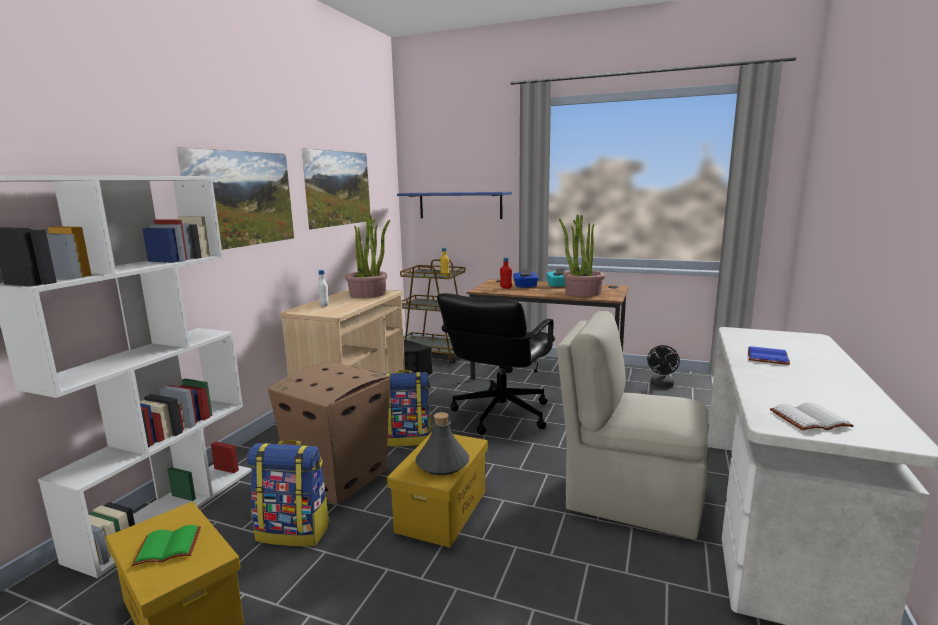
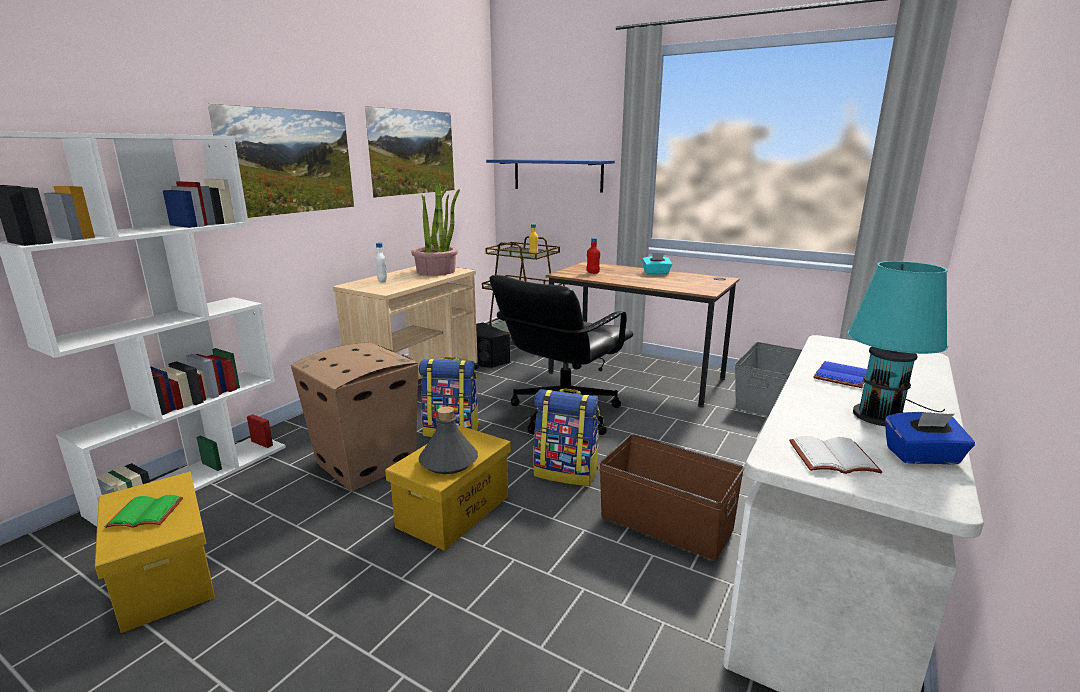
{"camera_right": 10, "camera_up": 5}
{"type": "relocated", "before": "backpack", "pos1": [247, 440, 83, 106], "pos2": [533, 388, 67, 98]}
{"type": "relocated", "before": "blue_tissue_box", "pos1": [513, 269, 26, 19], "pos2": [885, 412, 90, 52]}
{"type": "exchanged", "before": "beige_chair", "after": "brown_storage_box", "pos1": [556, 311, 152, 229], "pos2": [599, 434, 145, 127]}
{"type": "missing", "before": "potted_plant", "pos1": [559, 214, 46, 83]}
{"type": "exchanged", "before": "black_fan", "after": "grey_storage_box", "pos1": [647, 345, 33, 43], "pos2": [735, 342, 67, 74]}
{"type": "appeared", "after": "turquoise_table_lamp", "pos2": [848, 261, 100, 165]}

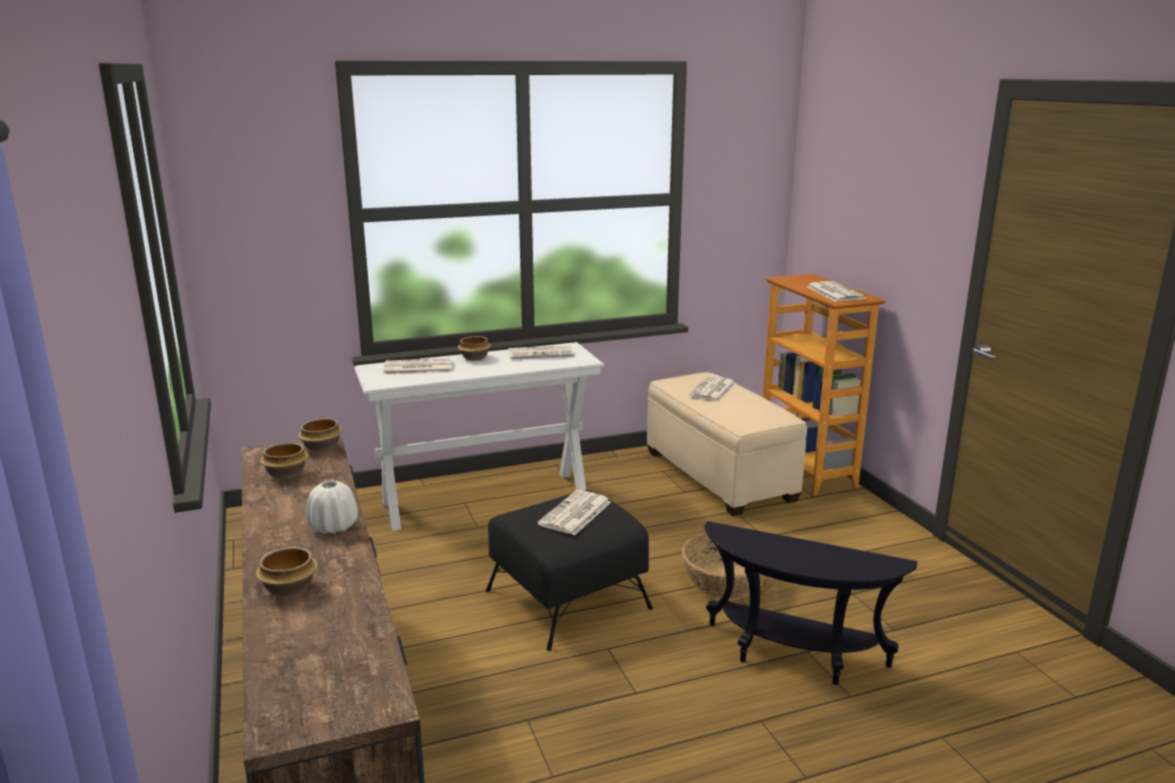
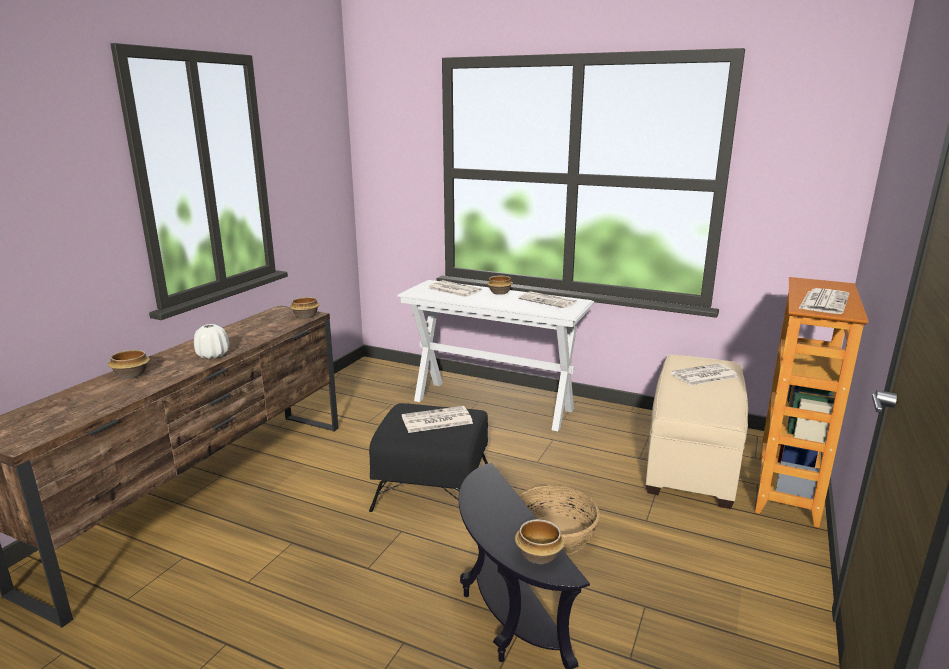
{"camera_right": 45, "camera_up": 0}
{"type": "relocated", "before": "bowl", "pos1": [260, 443, 49, 36], "pos2": [515, 519, 50, 45]}

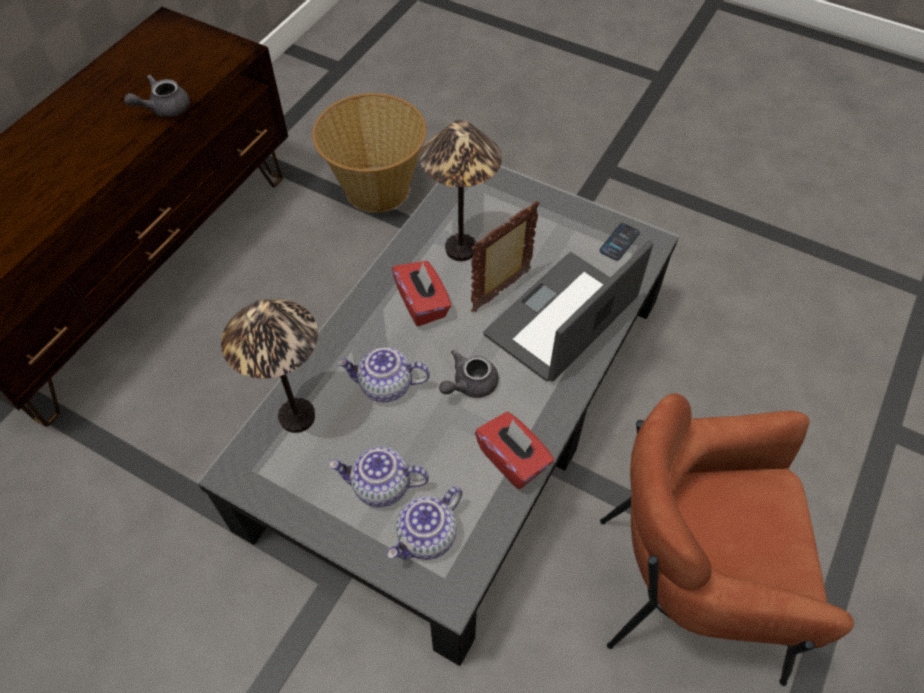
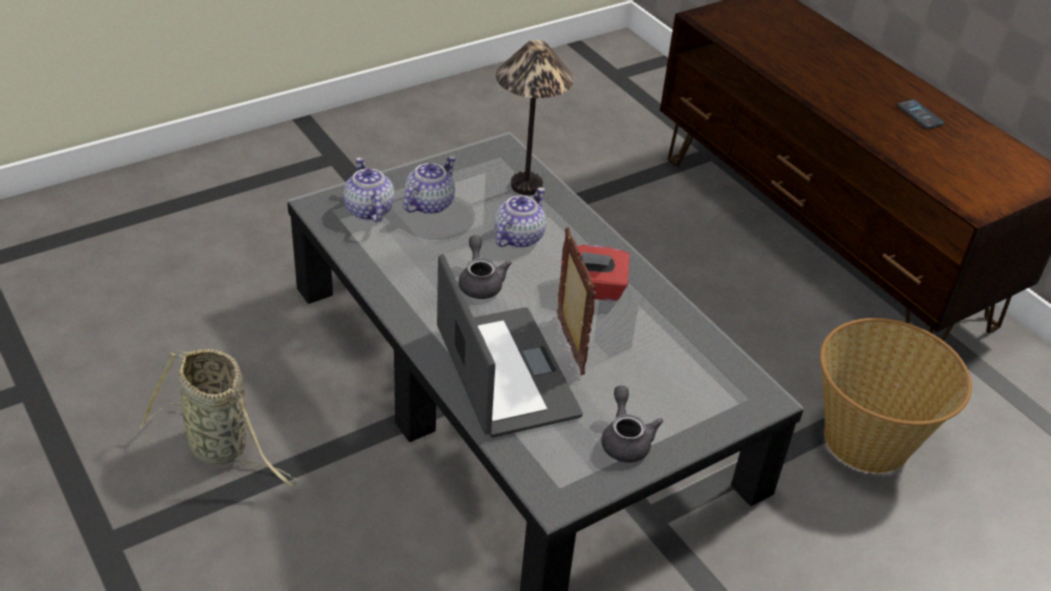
{"camera_right": 115, "camera_up": -15}
{"type": "relocated", "before": "grey_teapot", "pos1": [124, 75, 66, 42], "pos2": [601, 386, 62, 77]}
{"type": "missing", "before": "table_lamp", "pos1": [420, 120, 82, 141]}
{"type": "missing", "before": "red_tissue_box", "pos1": [475, 412, 79, 77]}
{"type": "relocated", "before": "phone", "pos1": [599, 223, 41, 38], "pos2": [898, 99, 46, 30]}
{"type": "exchanged", "before": "brown_armchair", "after": "basket", "pos1": [600, 393, 254, 293], "pos2": [140, 349, 157, 138]}

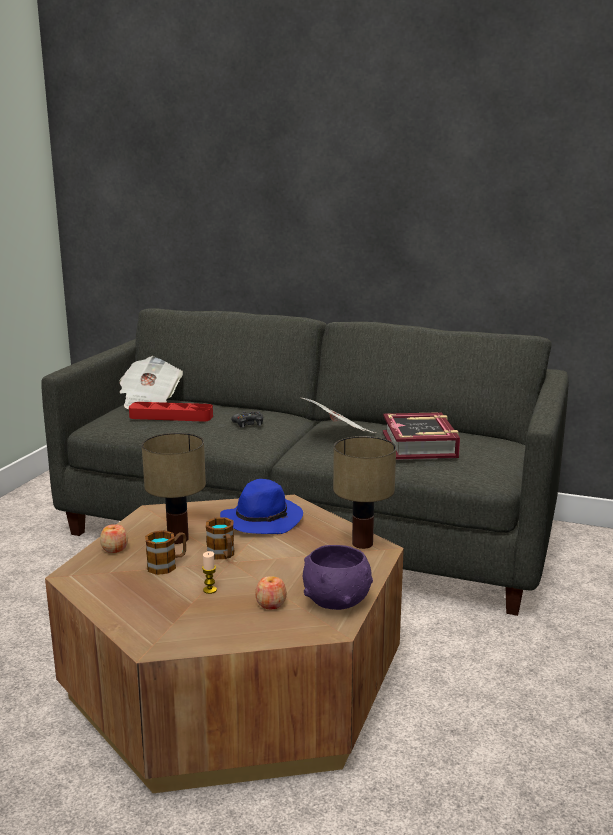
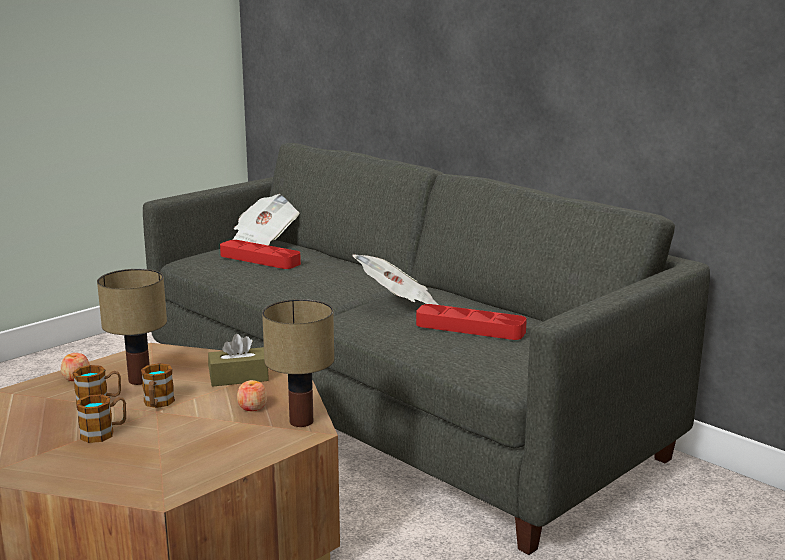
{"camera_right": 25, "camera_up": 0}
{"type": "exchanged", "before": "candle", "after": "mug", "pos1": [202, 551, 15, 43], "pos2": [76, 394, 50, 49]}
{"type": "exchanged", "before": "blue_hat", "after": "brown_tissue_box", "pos1": [220, 479, 83, 55], "pos2": [208, 334, 61, 53]}
{"type": "missing", "before": "black_game_controller", "pos1": [231, 411, 32, 17]}
{"type": "relocated", "before": "apple", "pos1": [255, 576, 32, 33], "pos2": [237, 380, 30, 31]}
{"type": "missing", "before": "purple_bowl", "pos1": [303, 545, 70, 65]}
{"type": "exchanged", "before": "book", "after": "red_tray", "pos1": [383, 412, 77, 48], "pos2": [416, 304, 111, 36]}

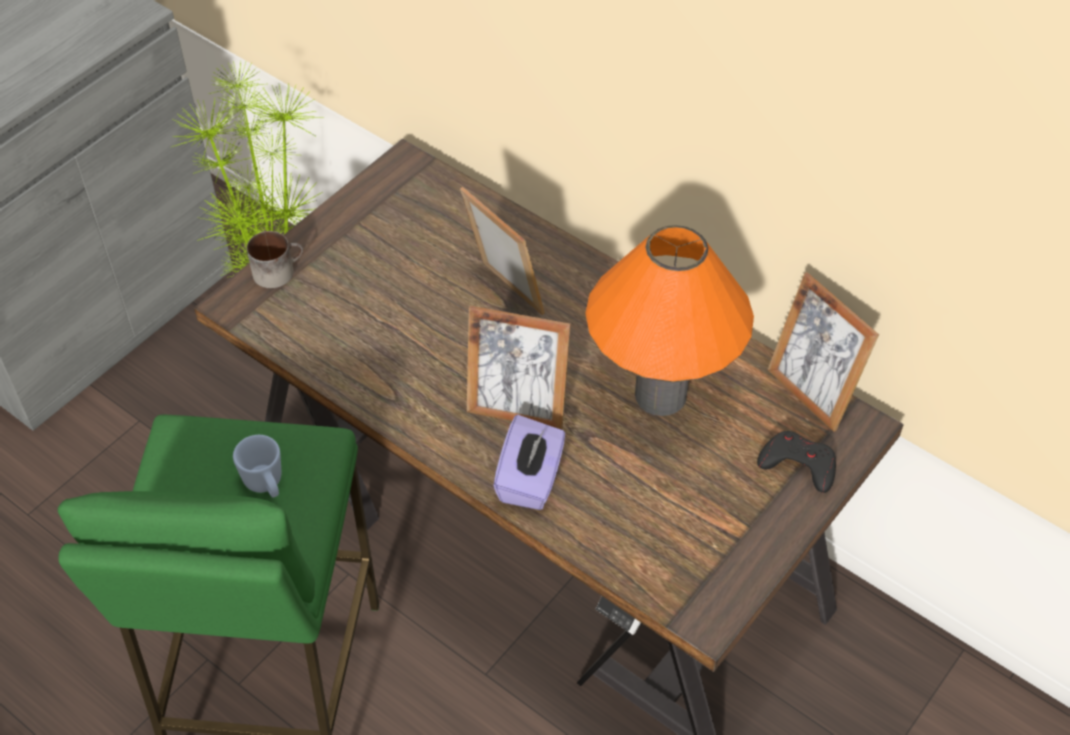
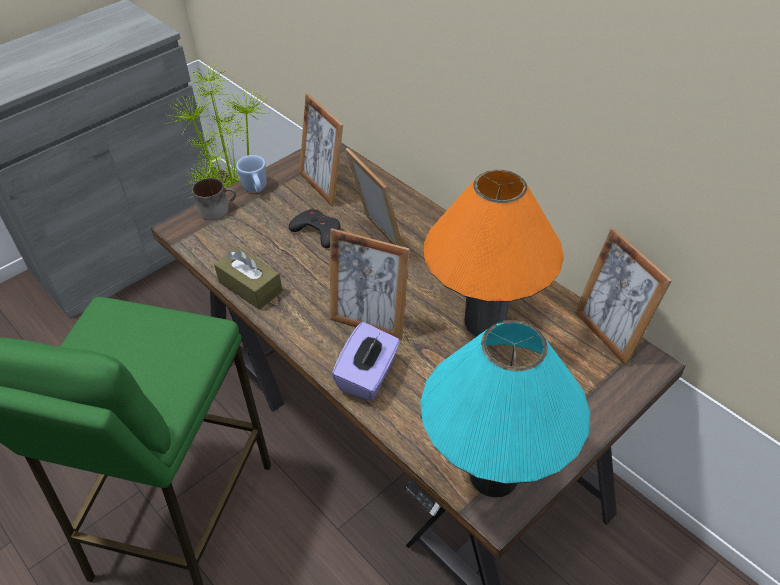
{"camera_right": 10, "camera_up": -5}
{"type": "relocated", "before": "blue_mug", "pos1": [233, 435, 48, 63], "pos2": [236, 155, 30, 37]}
{"type": "relocated", "before": "black_game_controller", "pos1": [757, 431, 79, 62], "pos2": [289, 209, 51, 39]}
{"type": "appeared", "after": "brown_tissue_box", "pos2": [214, 247, 69, 63]}
{"type": "appeared", "after": "picture_frame", "pos2": [299, 93, 44, 113]}
{"type": "appeared", "after": "turquoise_table_lamp", "pos2": [420, 320, 170, 178]}

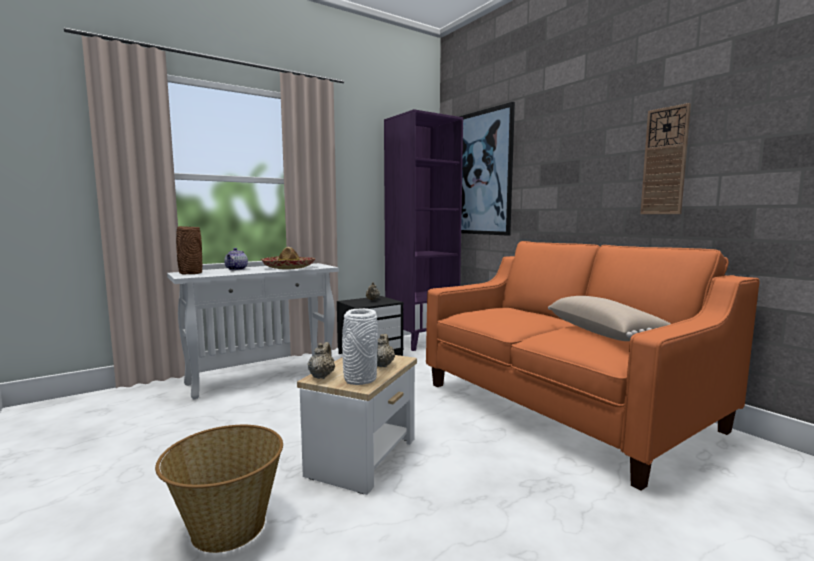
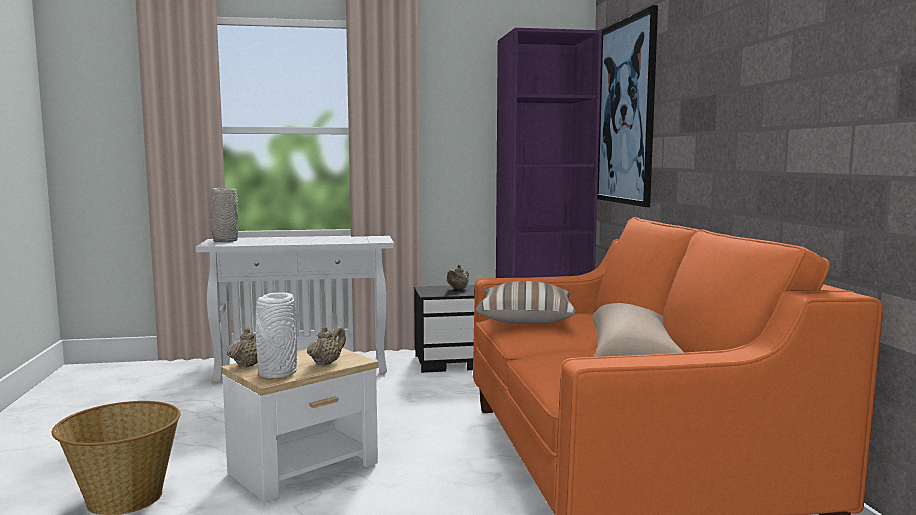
{"camera_right": 25, "camera_up": 0}
{"type": "colour", "before": "brown_vase", "after": "grey_vase", "pos1": [176, 226, 27, 49], "pos2": [211, 188, 27, 54]}
{"type": "missing", "before": "teapot", "pos1": [224, 248, 24, 22]}
{"type": "missing", "before": "hat", "pos1": [261, 247, 54, 22]}
{"type": "missing", "before": "wall_clock", "pos1": [640, 103, 51, 111]}
{"type": "appeared", "after": "pillow", "pos2": [475, 281, 101, 43]}

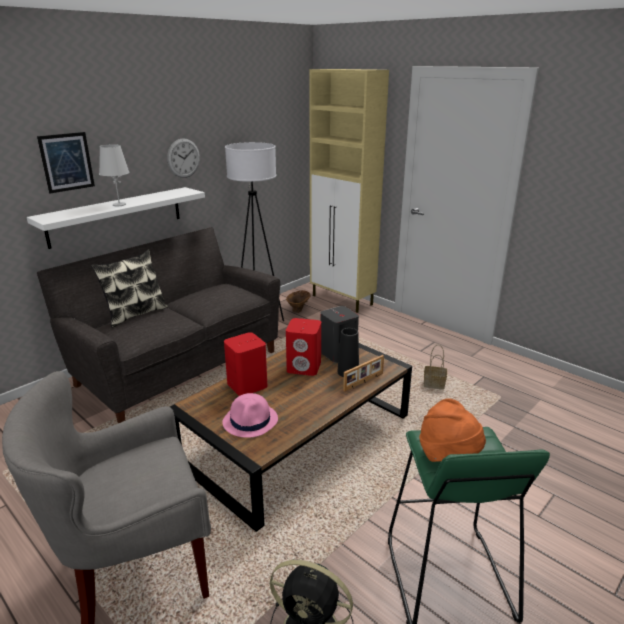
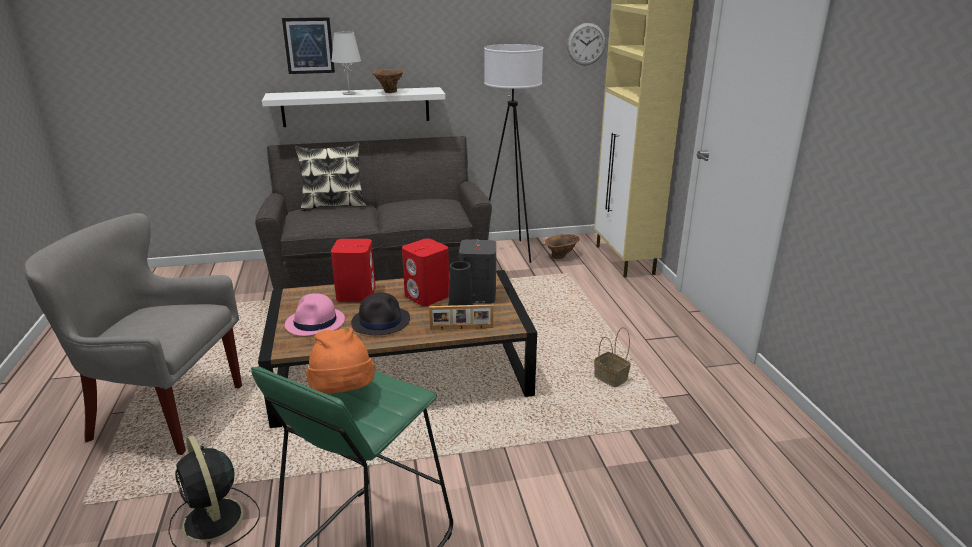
{"camera_right": 35, "camera_up": 0}
{"type": "relocated", "before": "wall_clock", "pos1": [167, 139, 33, 39], "pos2": [567, 23, 39, 42]}
{"type": "appeared", "after": "black_hat", "pos2": [351, 292, 59, 43]}
{"type": "appeared", "after": "brown_vase", "pos2": [372, 69, 32, 24]}

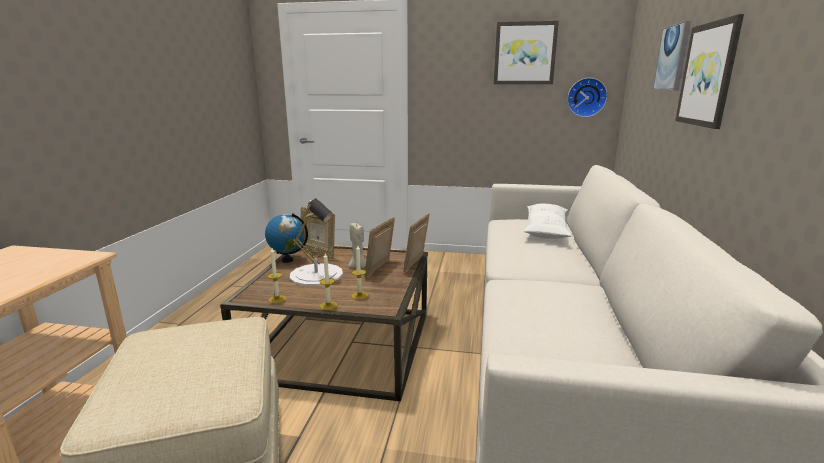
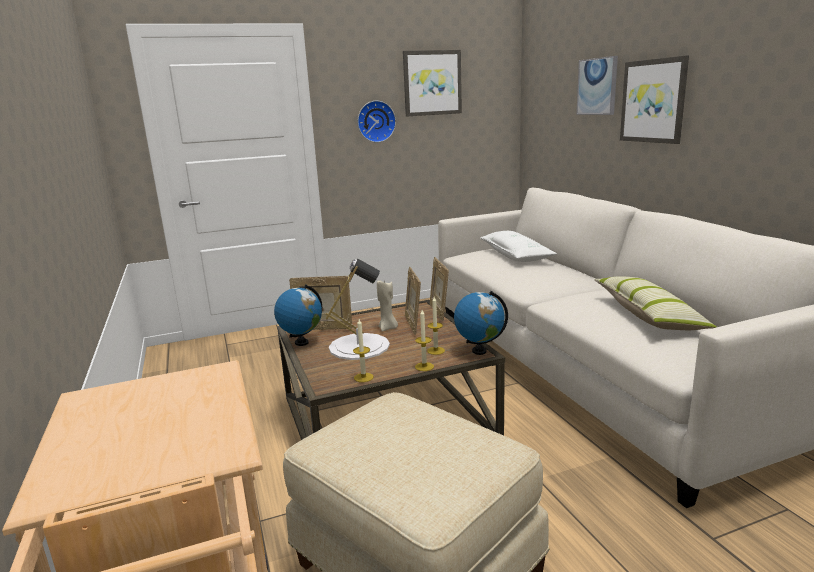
{"camera_right": -30, "camera_up": 0}
{"type": "relocated", "before": "wall_clock", "pos1": [567, 78, 40, 39], "pos2": [357, 100, 39, 43]}
{"type": "appeared", "after": "globe", "pos2": [454, 291, 54, 64]}
{"type": "appeared", "after": "pillow", "pos2": [594, 276, 122, 54]}

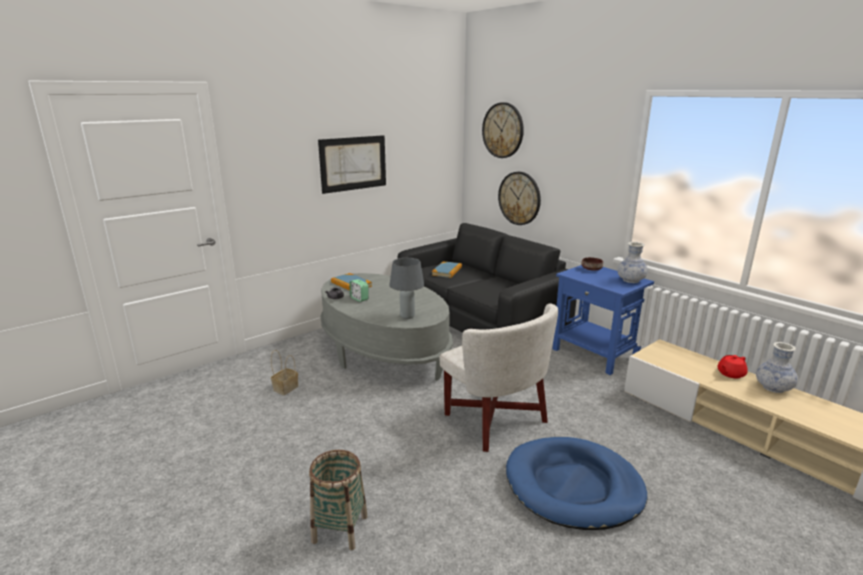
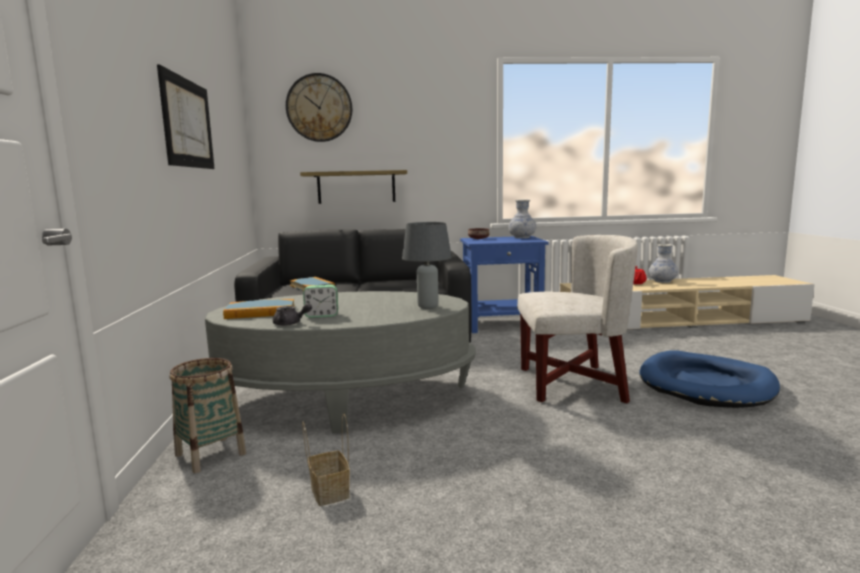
{"camera_right": -55, "camera_up": -10}
{"type": "relocated", "before": "basket", "pos1": [309, 450, 59, 100], "pos2": [169, 358, 77, 115]}
{"type": "exchanged", "before": "wall_clock", "after": "shelf", "pos1": [498, 172, 43, 53], "pos2": [300, 170, 107, 34]}

